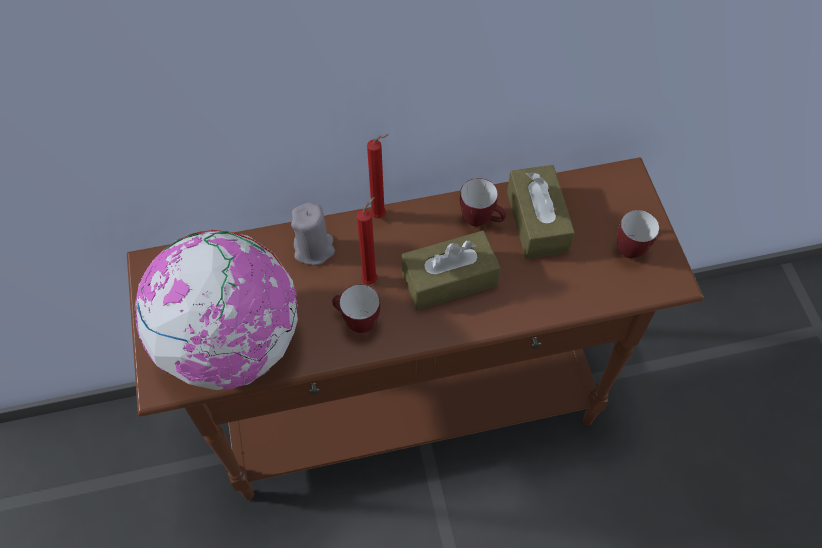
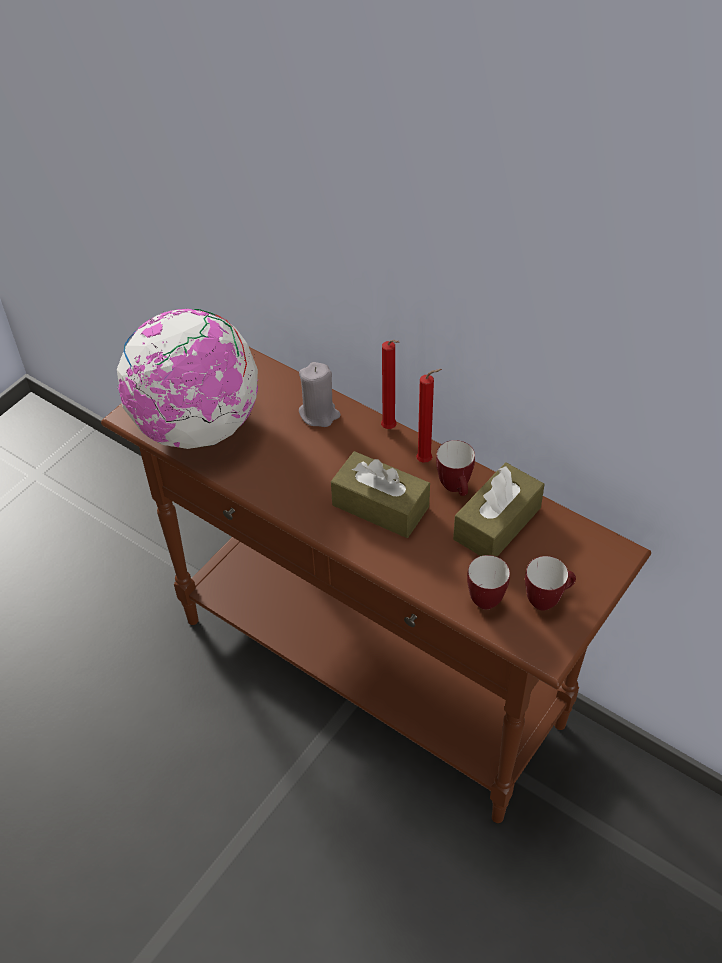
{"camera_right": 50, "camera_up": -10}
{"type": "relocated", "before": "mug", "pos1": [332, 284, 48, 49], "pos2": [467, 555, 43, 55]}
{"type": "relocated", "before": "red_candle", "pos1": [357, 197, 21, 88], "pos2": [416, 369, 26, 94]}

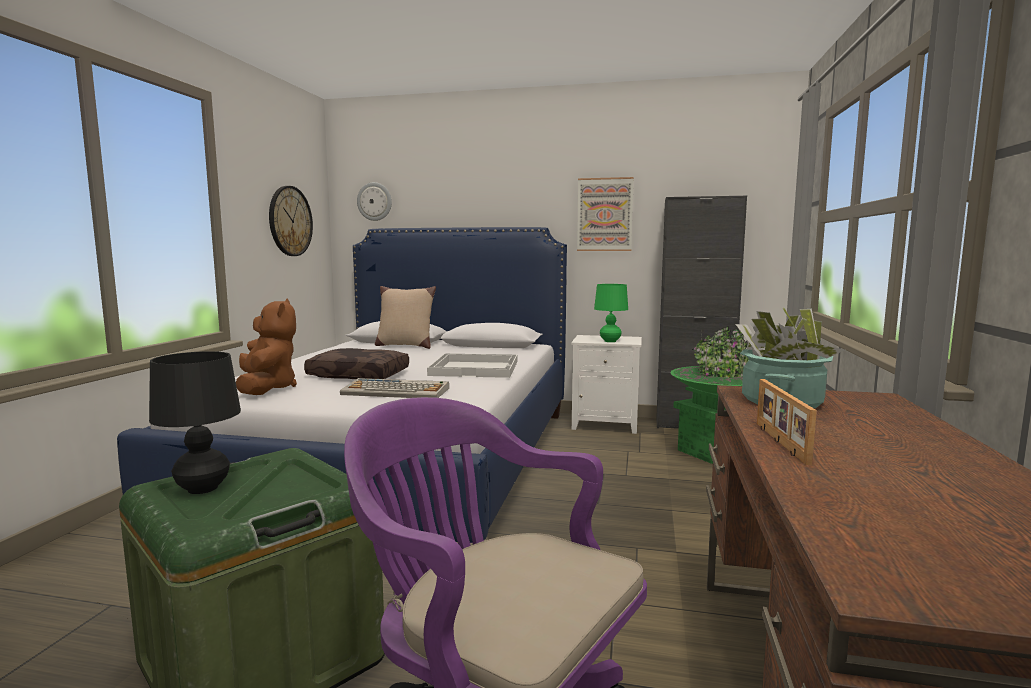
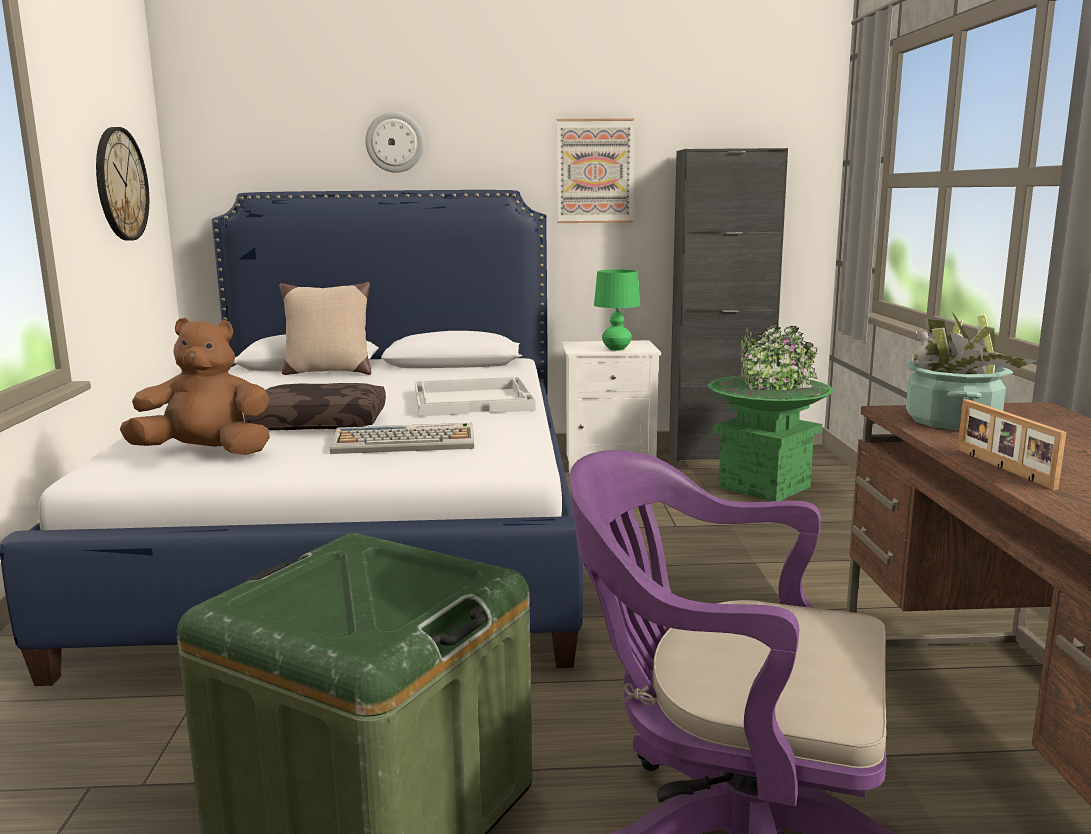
{"camera_right": -15, "camera_up": 5}
{"type": "missing", "before": "black_table_lamp", "pos1": [149, 351, 92, 143]}
{"type": "spun", "before": "brown_plush_toy", "pos1": [236, 299, 61, 96], "pos2": [120, 318, 150, 137], "turn": -60}
{"type": "relocated", "before": "wall_clock", "pos1": [357, 182, 35, 39], "pos2": [365, 112, 59, 61]}

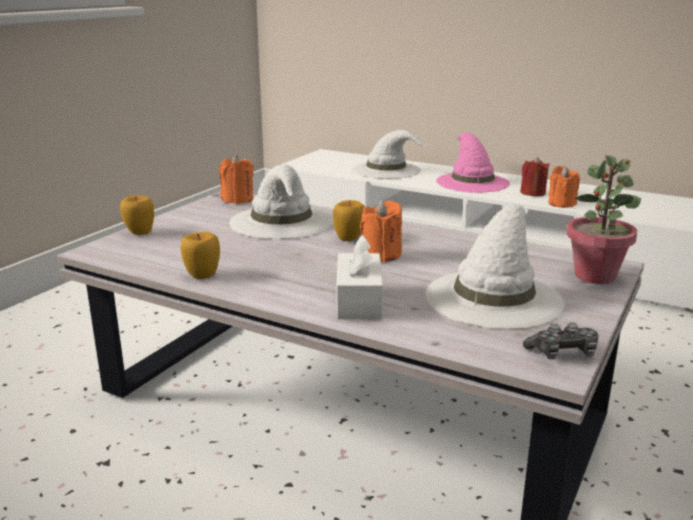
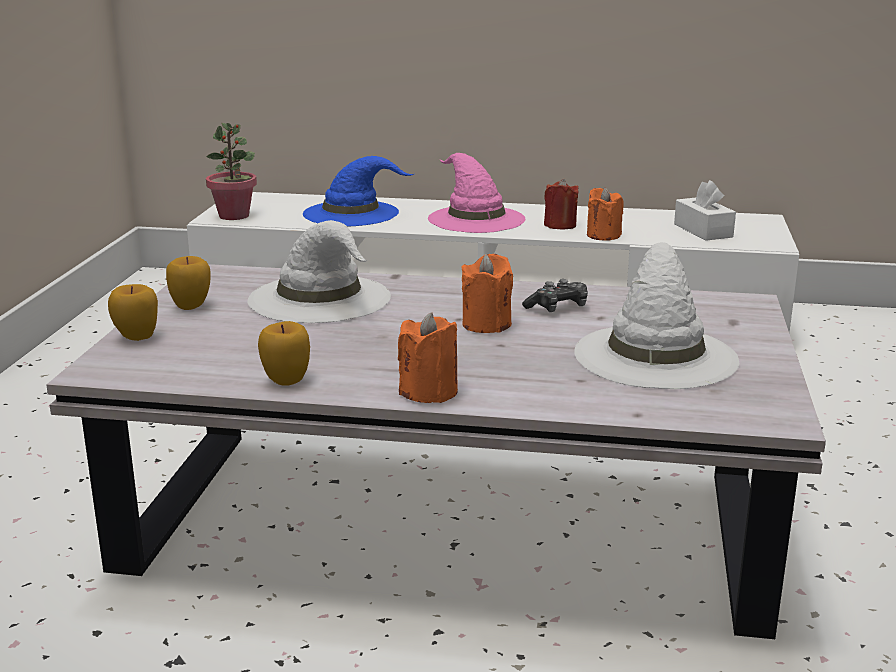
{"camera_right": -20, "camera_up": 0}
{"type": "relocated", "before": "orange_candle", "pos1": [219, 155, 35, 49], "pos2": [398, 312, 60, 91]}
{"type": "relocated", "before": "apple", "pos1": [333, 200, 32, 41], "pos2": [166, 256, 45, 54]}
{"type": "relocated", "before": "white_tissue_box", "pos1": [337, 235, 46, 84], "pos2": [674, 180, 62, 61]}
{"type": "colour", "before": "white_hat", "after": "blue_hat", "pos1": [352, 130, 76, 49], "pos2": [303, 156, 111, 70]}
{"type": "relocated", "before": "game_controller", "pos1": [523, 322, 76, 37], "pos2": [522, 279, 66, 33]}
{"type": "relocated", "before": "potted_plant", "pos1": [567, 155, 74, 129], "pos2": [206, 123, 51, 97]}

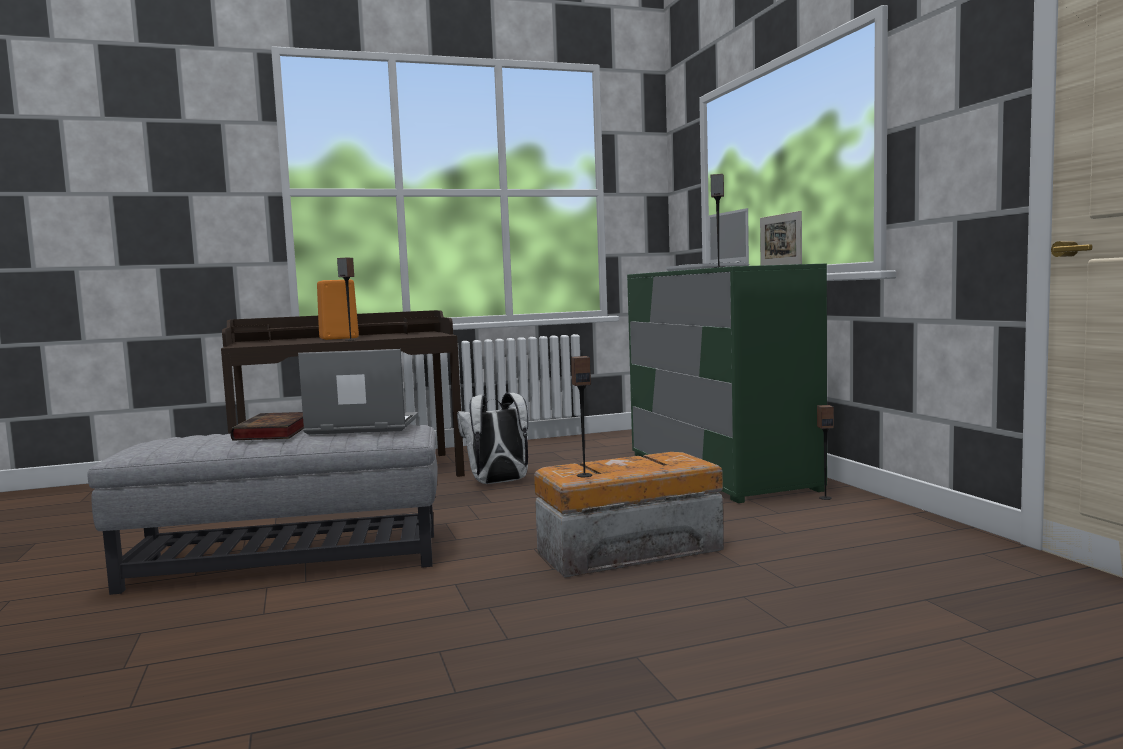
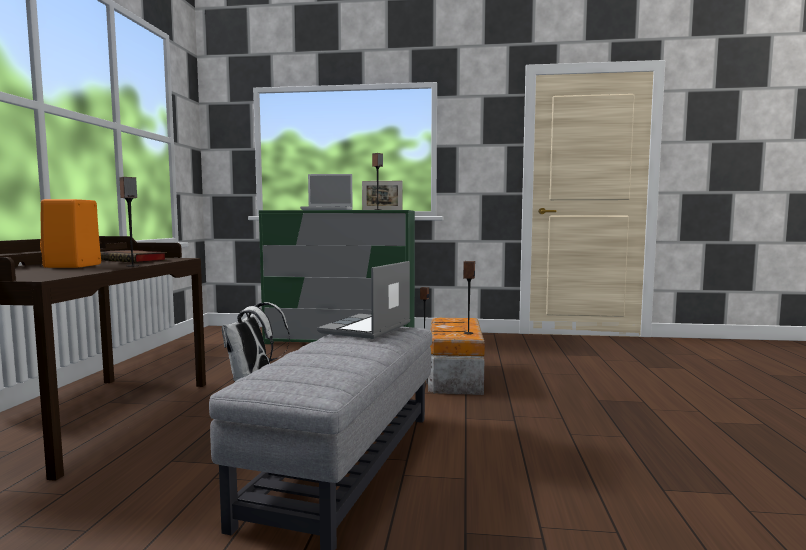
{"camera_right": -65, "camera_up": 0}
{"type": "relocated", "before": "book", "pos1": [230, 412, 74, 28], "pos2": [100, 250, 67, 13]}

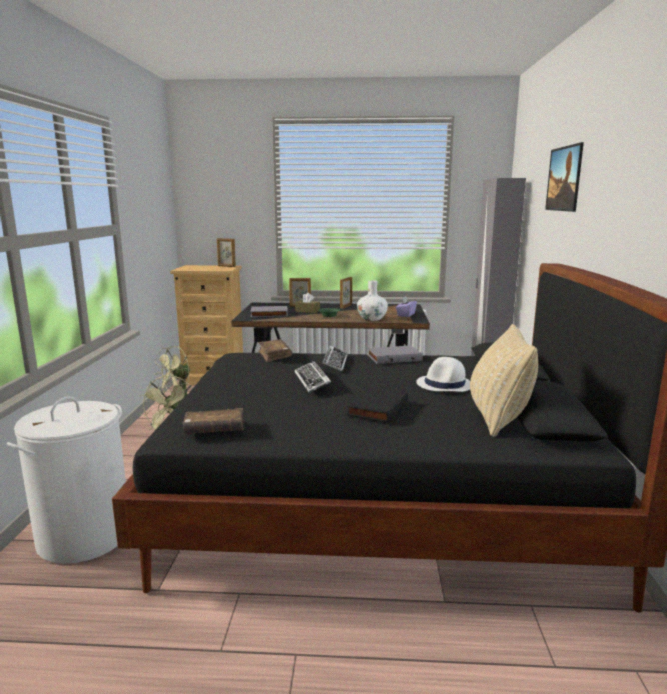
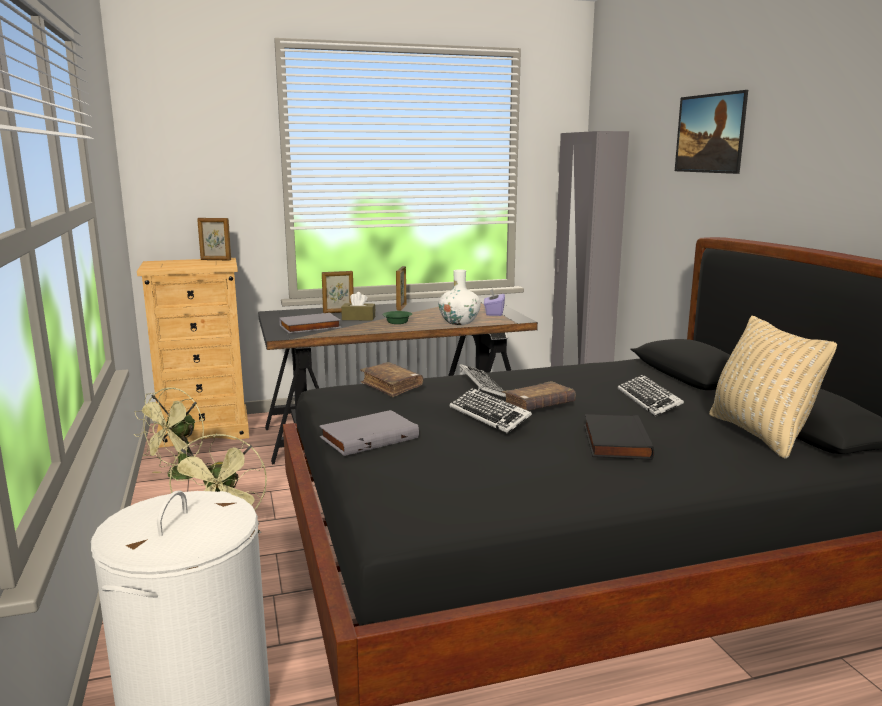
{"camera_right": -20, "camera_up": 0}
{"type": "relocated", "before": "brown_book", "pos1": [183, 408, 61, 26], "pos2": [502, 381, 74, 30]}
{"type": "relocated", "before": "grey_book", "pos1": [367, 345, 56, 19], "pos2": [319, 410, 100, 46]}
{"type": "exchanged", "before": "white_hat", "after": "keyboard", "pos1": [416, 357, 54, 35], "pos2": [618, 374, 66, 42]}

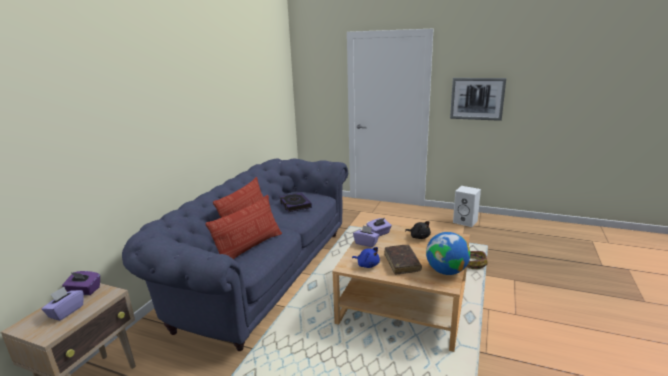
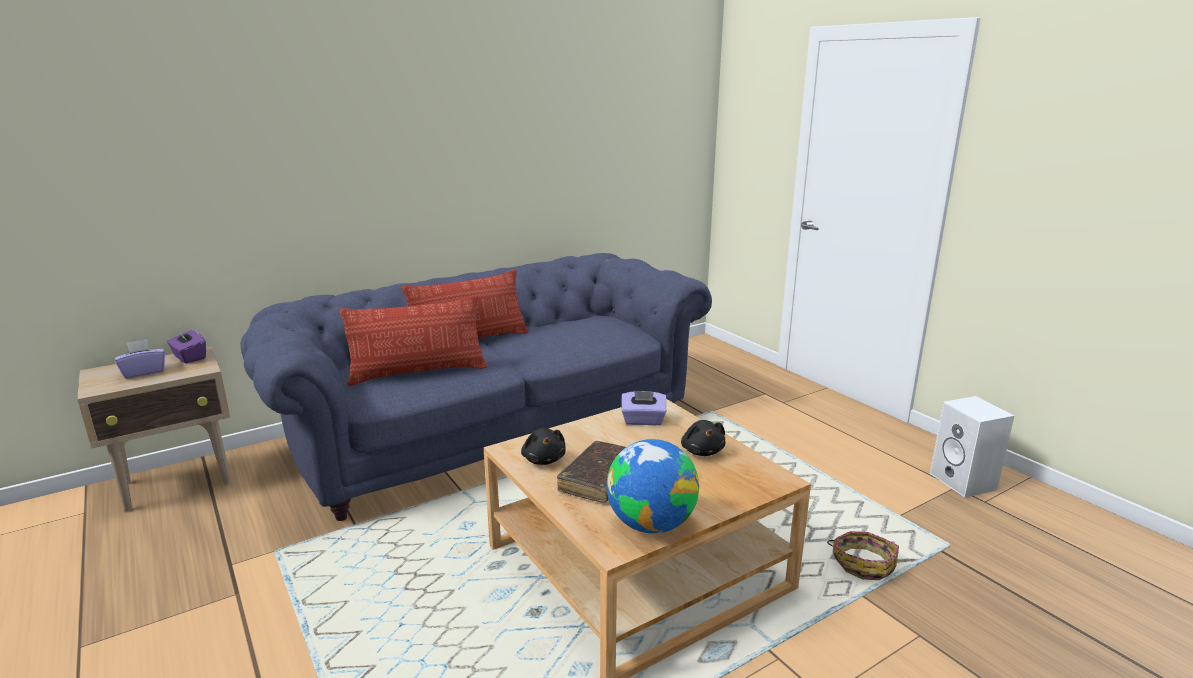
{"camera_right": 35, "camera_up": 0}
{"type": "missing", "before": "book", "pos1": [279, 192, 33, 20]}
{"type": "colour", "before": "blue_plush_toy", "after": "black_plush_toy", "pos1": [352, 247, 28, 21], "pos2": [521, 428, 45, 37]}
{"type": "missing", "before": "purple_tissue_box", "pos1": [353, 225, 26, 22]}
{"type": "missing", "before": "picture", "pos1": [450, 78, 56, 43]}

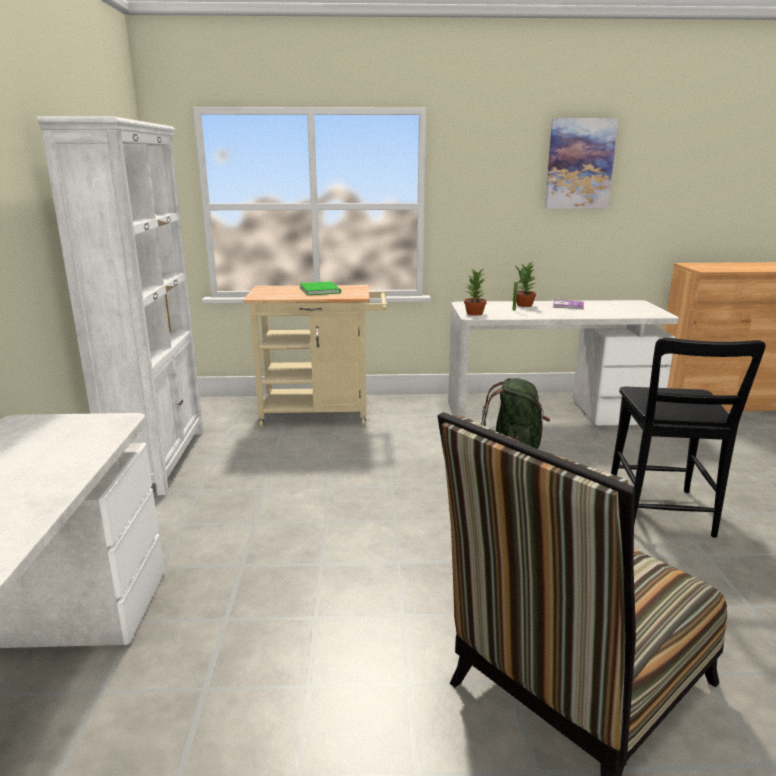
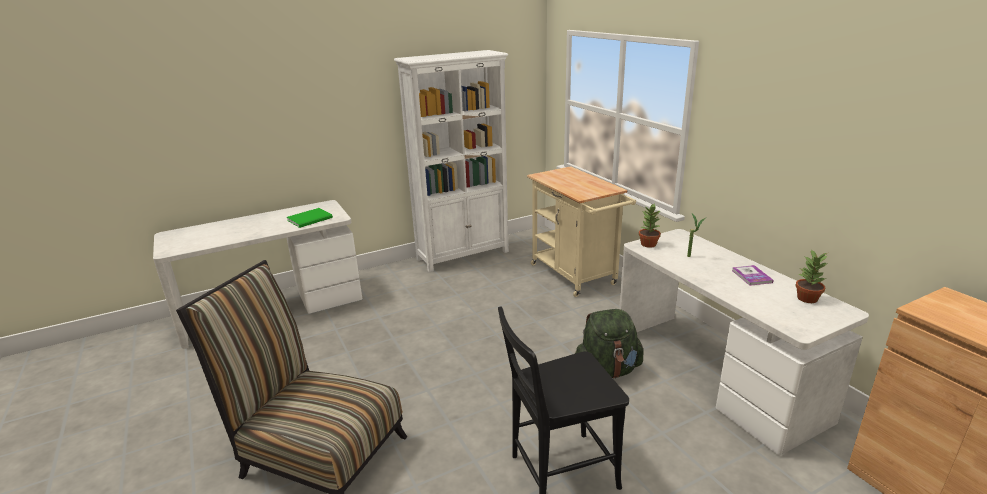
{"camera_right": 65, "camera_up": 5}
{"type": "relocated", "before": "green_book", "pos1": [300, 281, 41, 14], "pos2": [287, 208, 46, 20]}
{"type": "relocated", "before": "potted_plant", "pos1": [516, 262, 20, 45], "pos2": [796, 250, 32, 53]}
{"type": "missing", "before": "picture", "pos1": [545, 118, 73, 91]}

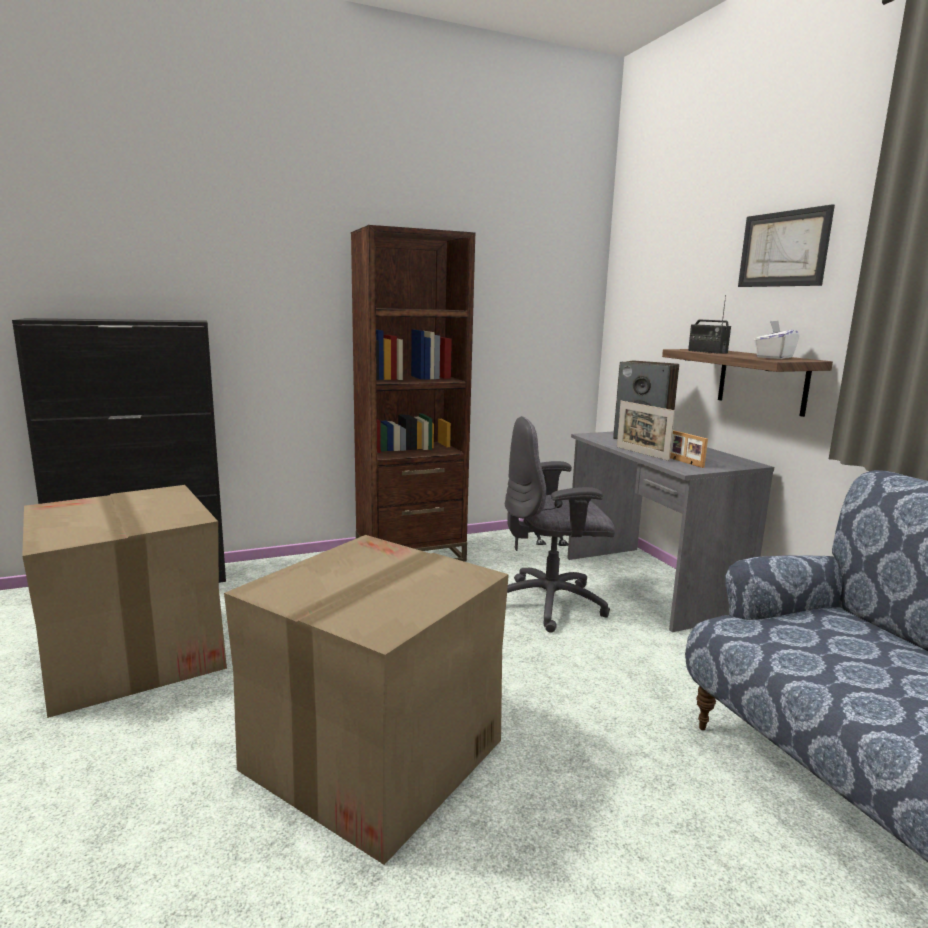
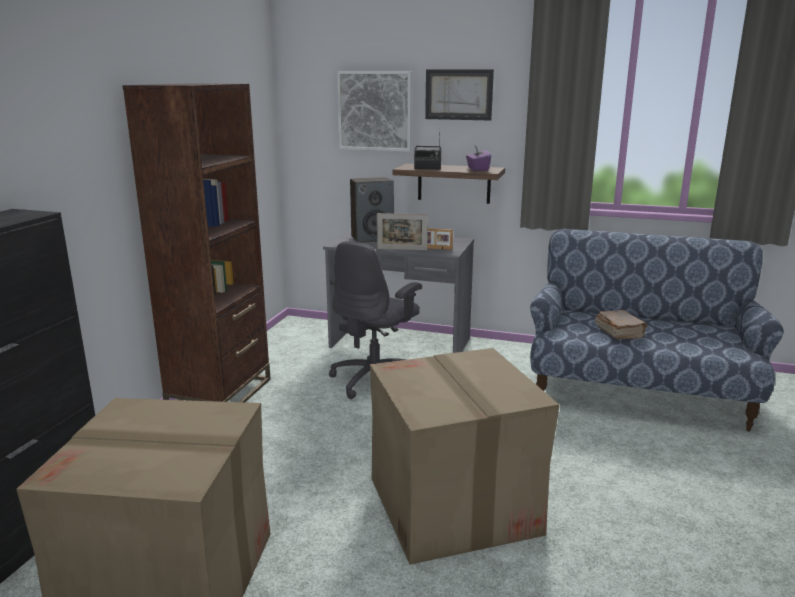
{"camera_right": -50, "camera_up": 5}
{"type": "colour", "before": "white_tissue_box", "after": "purple_tissue_box", "pos1": [754, 321, 46, 38], "pos2": [466, 146, 25, 25]}
{"type": "appeared", "after": "picture", "pos2": [337, 71, 75, 81]}
{"type": "appeared", "after": "brown_book", "pos2": [595, 310, 53, 30]}

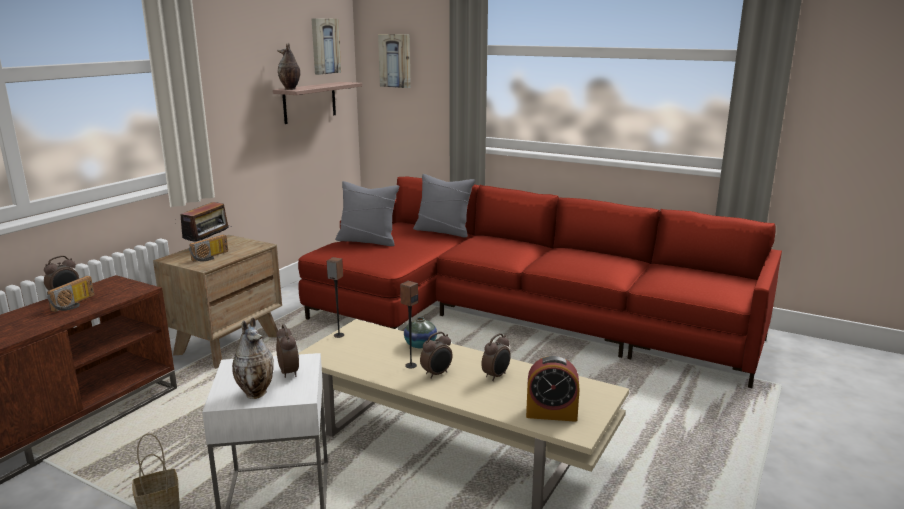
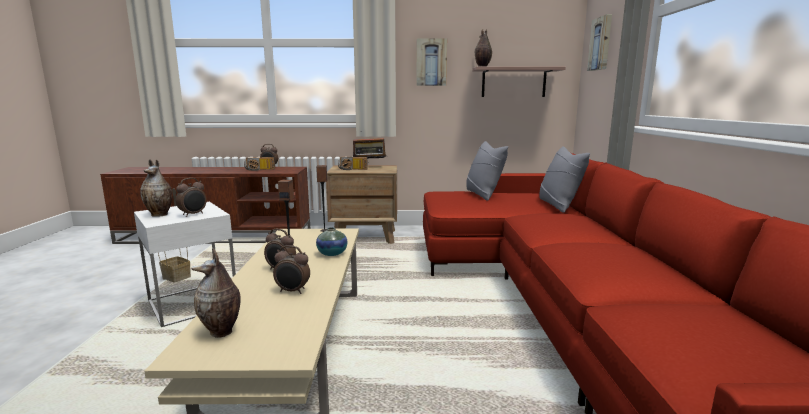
{"camera_right": 60, "camera_up": -5}
{"type": "relocated", "before": "picture", "pos1": [312, 19, 29, 56], "pos2": [416, 38, 31, 48]}
{"type": "exchanged", "before": "alarm_clock", "after": "vase", "pos1": [526, 356, 54, 66], "pos2": [191, 248, 50, 90]}

